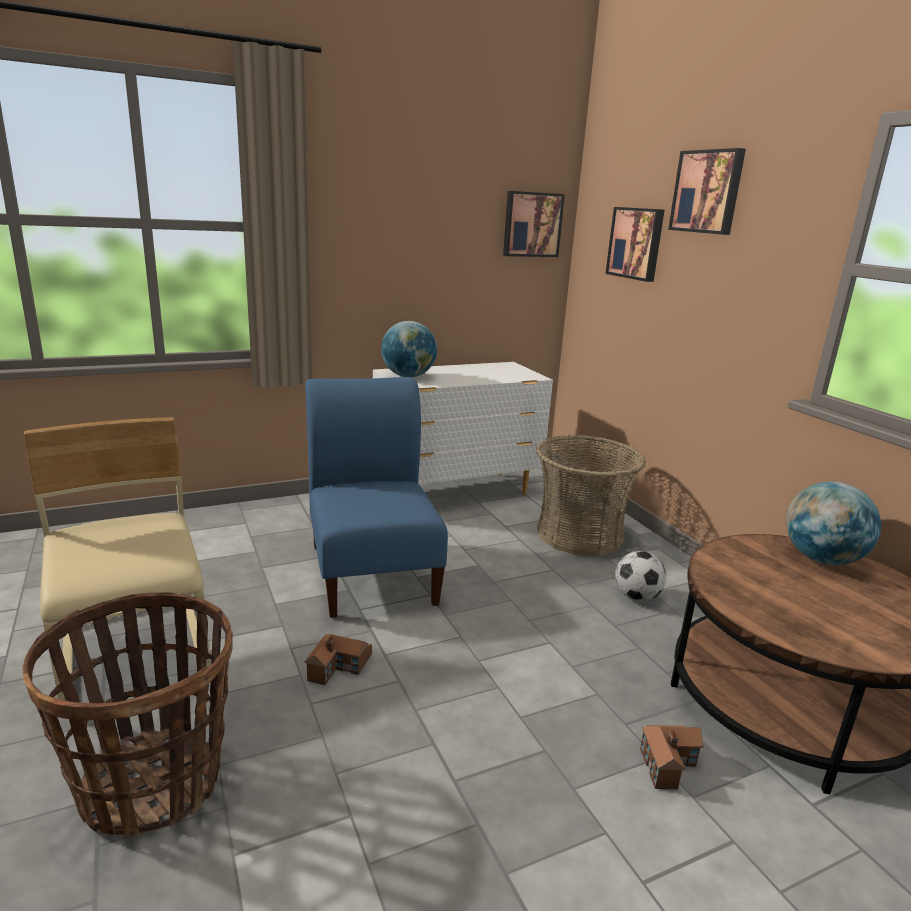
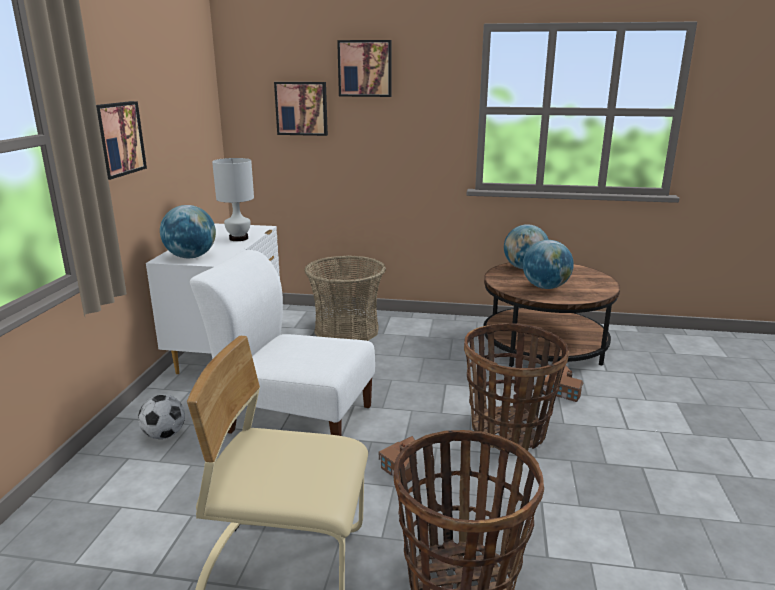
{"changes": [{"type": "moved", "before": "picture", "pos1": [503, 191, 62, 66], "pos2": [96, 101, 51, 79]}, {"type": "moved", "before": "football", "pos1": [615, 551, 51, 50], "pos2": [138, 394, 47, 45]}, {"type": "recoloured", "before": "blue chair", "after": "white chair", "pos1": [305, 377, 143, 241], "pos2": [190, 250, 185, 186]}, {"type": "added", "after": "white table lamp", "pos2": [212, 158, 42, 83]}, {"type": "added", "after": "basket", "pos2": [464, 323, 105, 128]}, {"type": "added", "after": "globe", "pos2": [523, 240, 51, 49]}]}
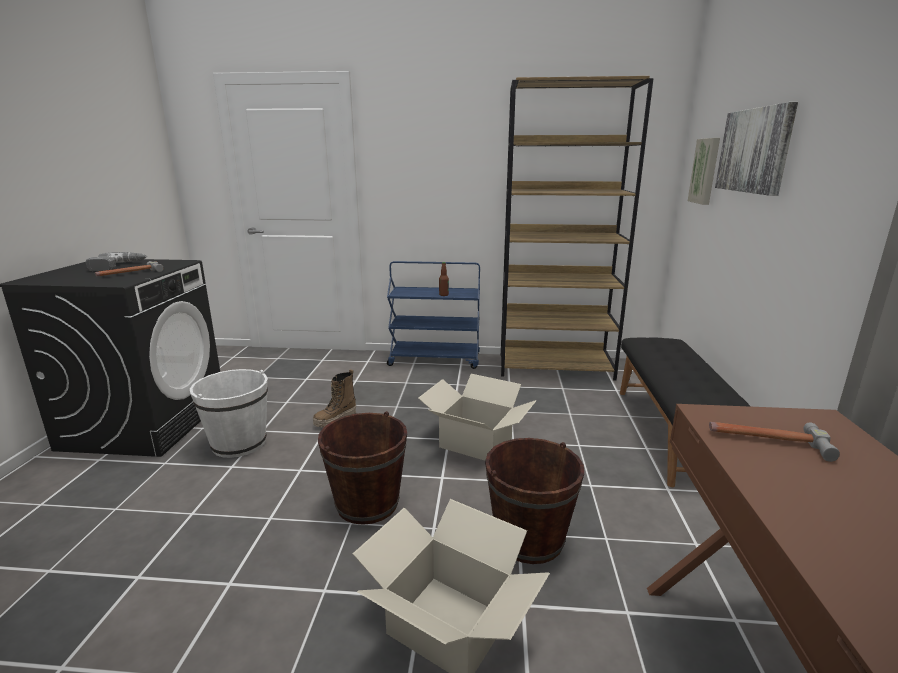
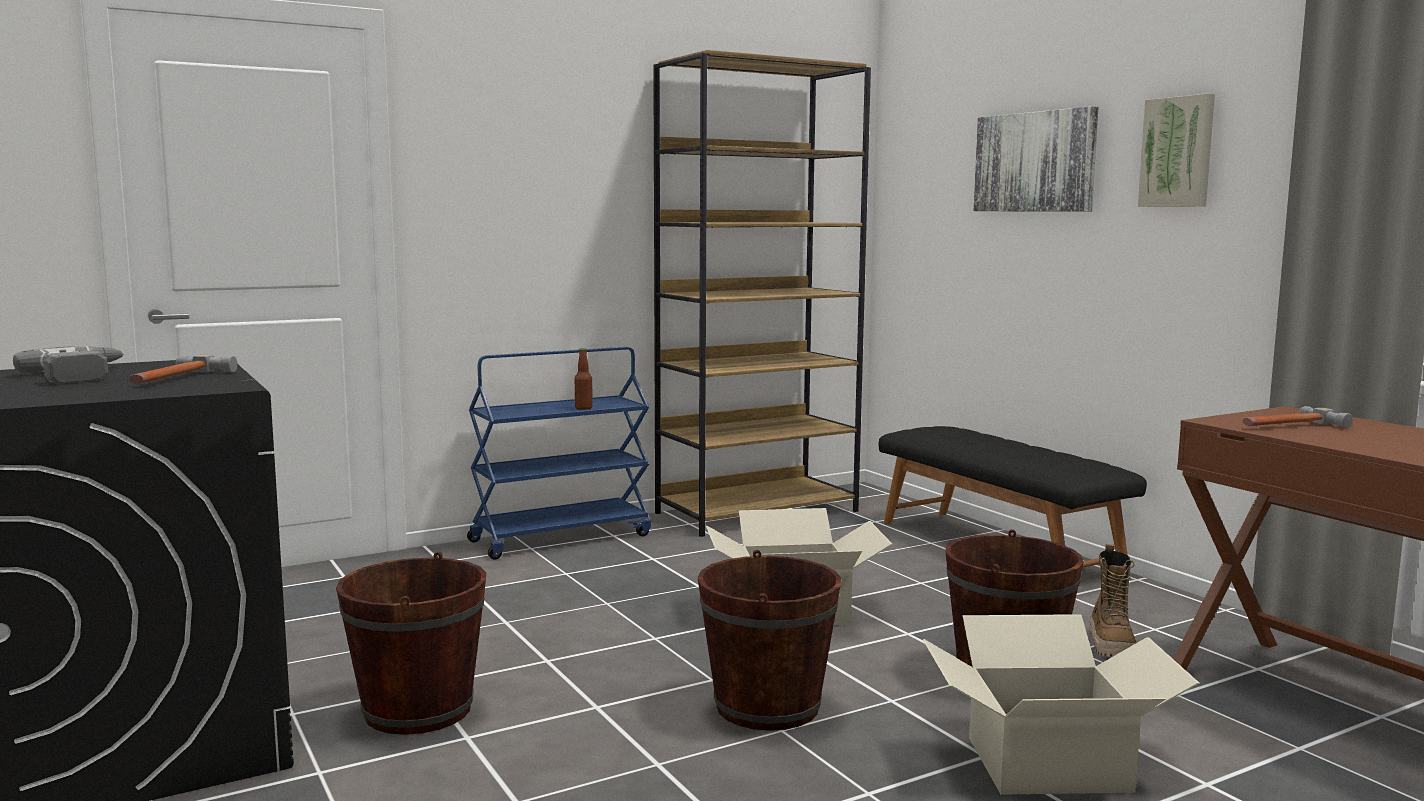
{"changes": [{"type": "recoloured", "before": "white bucket", "after": "brown bucket", "pos1": [190, 369, 78, 89], "pos2": [336, 552, 150, 183]}, {"type": "moved", "before": "boot", "pos1": [313, 369, 43, 59], "pos2": [1090, 544, 47, 113]}, {"type": "moved", "before": "picture", "pos1": [688, 138, 32, 67], "pos2": [1138, 93, 77, 114]}]}
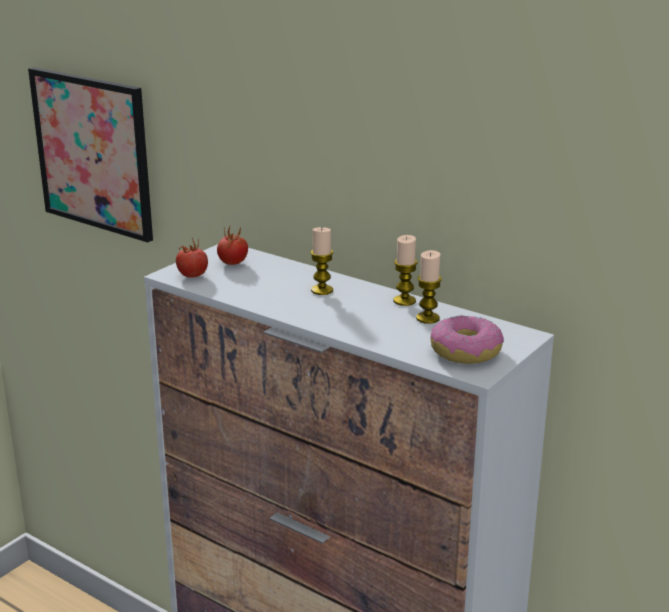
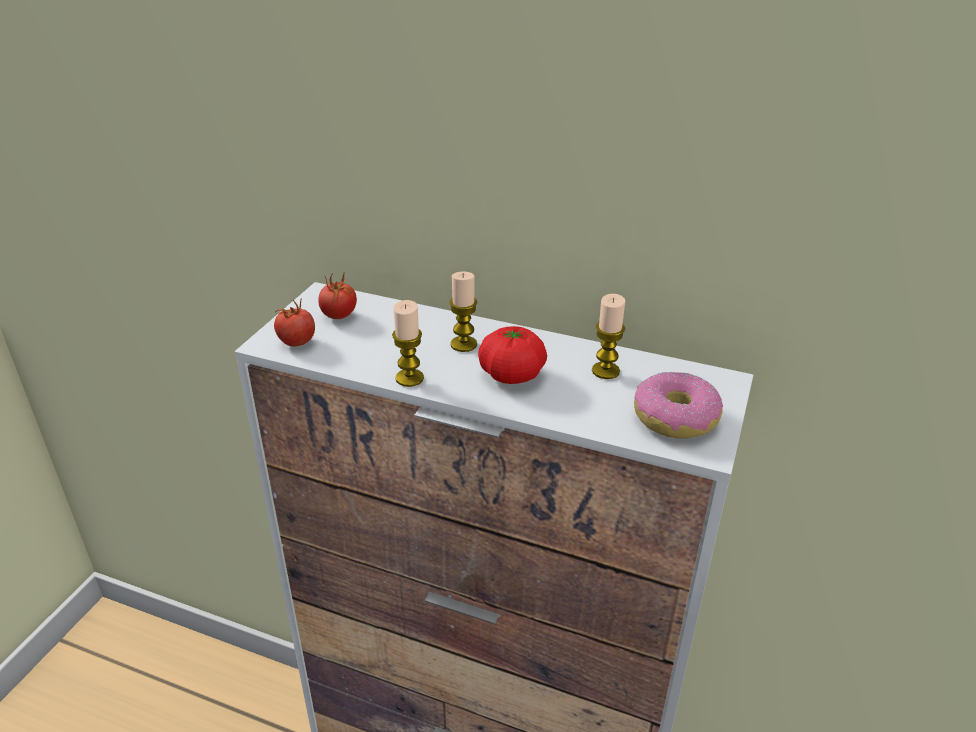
{"changes": [{"type": "moved", "before": "candle", "pos1": [393, 235, 24, 71], "pos2": [392, 300, 32, 87]}, {"type": "added", "after": "tomato", "pos2": [478, 326, 69, 58]}, {"type": "removed", "before": "picture", "pos1": [28, 67, 125, 175]}]}
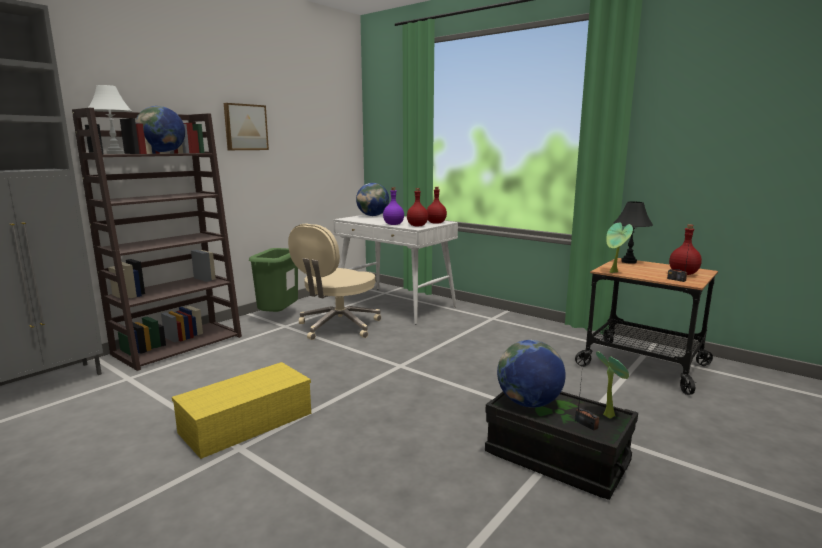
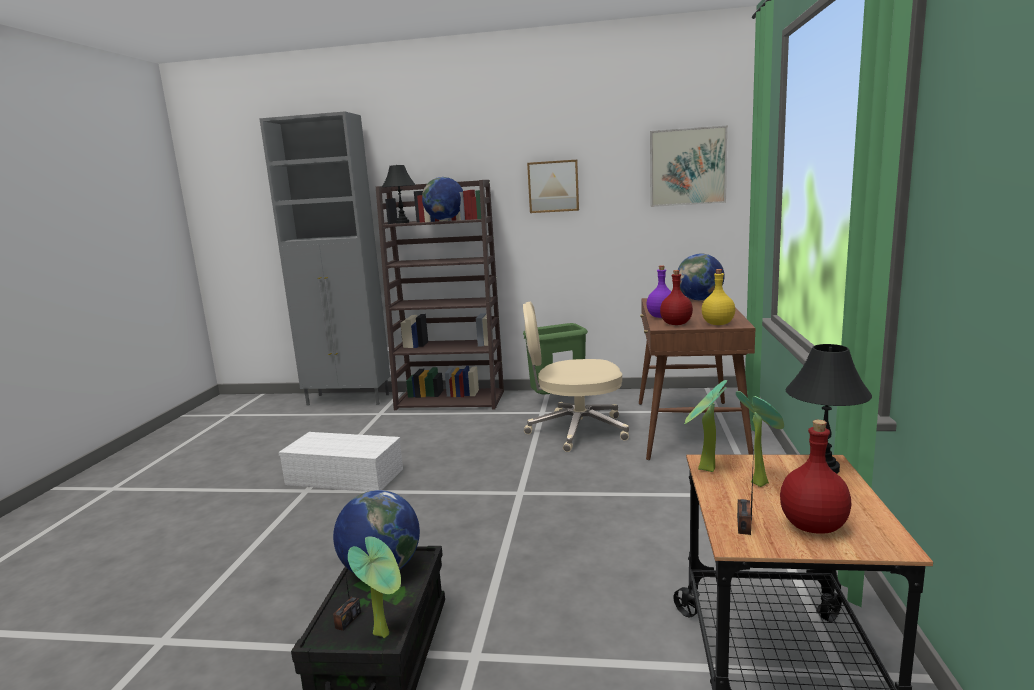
{"changes": [{"type": "recoloured", "before": "yellow storage box", "after": "white storage box", "pos1": [172, 362, 139, 97], "pos2": [278, 432, 125, 60]}, {"type": "recoloured", "before": "white table lamp", "after": "black table lamp", "pos1": [88, 85, 44, 69], "pos2": [382, 165, 34, 58]}, {"type": "recoloured", "before": "white desk", "after": "brown desk", "pos1": [333, 214, 125, 110], "pos2": [639, 297, 117, 163]}, {"type": "added", "after": "picture", "pos2": [650, 125, 78, 82]}, {"type": "recoloured", "before": "red bottle", "after": "yellow bottle", "pos1": [427, 187, 20, 37], "pos2": [702, 269, 33, 56]}, {"type": "added", "after": "potted plant", "pos2": [736, 391, 48, 96]}]}
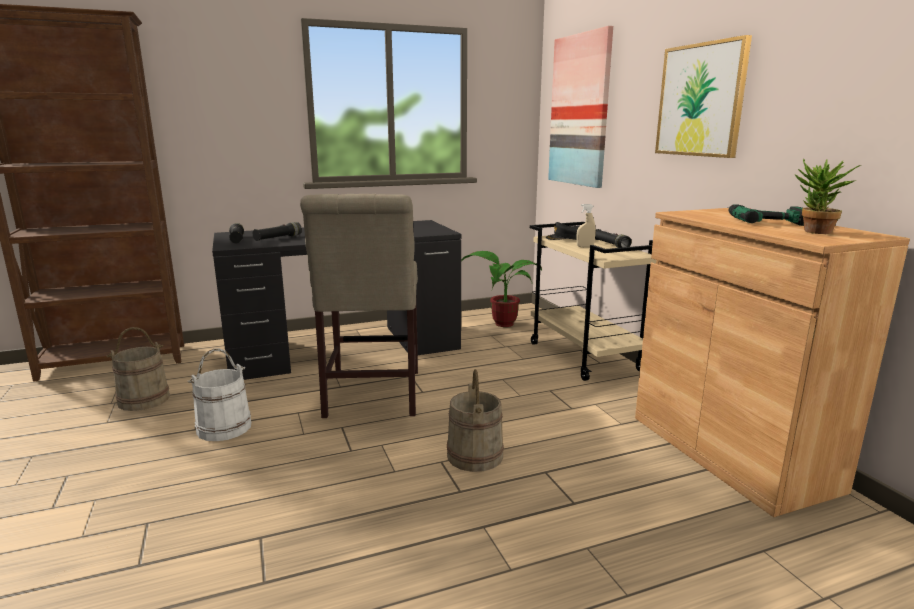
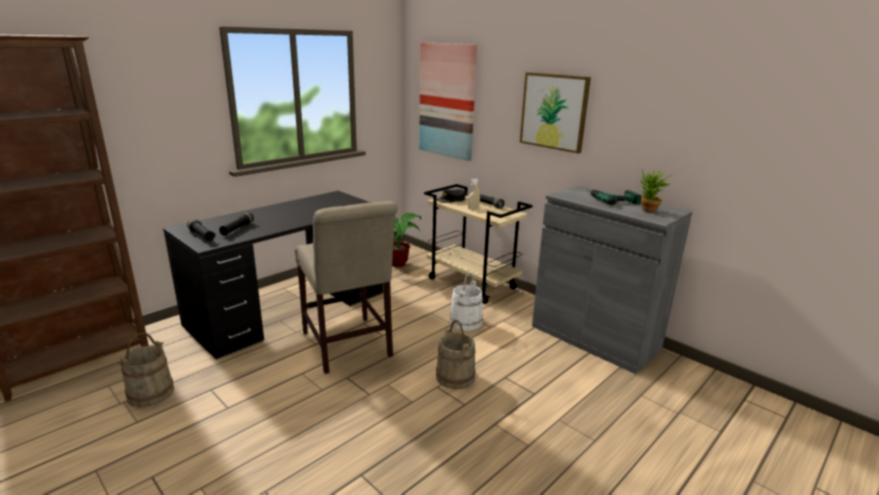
{"changes": [{"type": "moved", "before": "white bucket", "pos1": [188, 349, 63, 92], "pos2": [450, 273, 33, 58]}, {"type": "recoloured", "before": "brown cabinet", "after": "grey cabinet", "pos1": [635, 208, 275, 309], "pos2": [532, 185, 160, 189]}]}
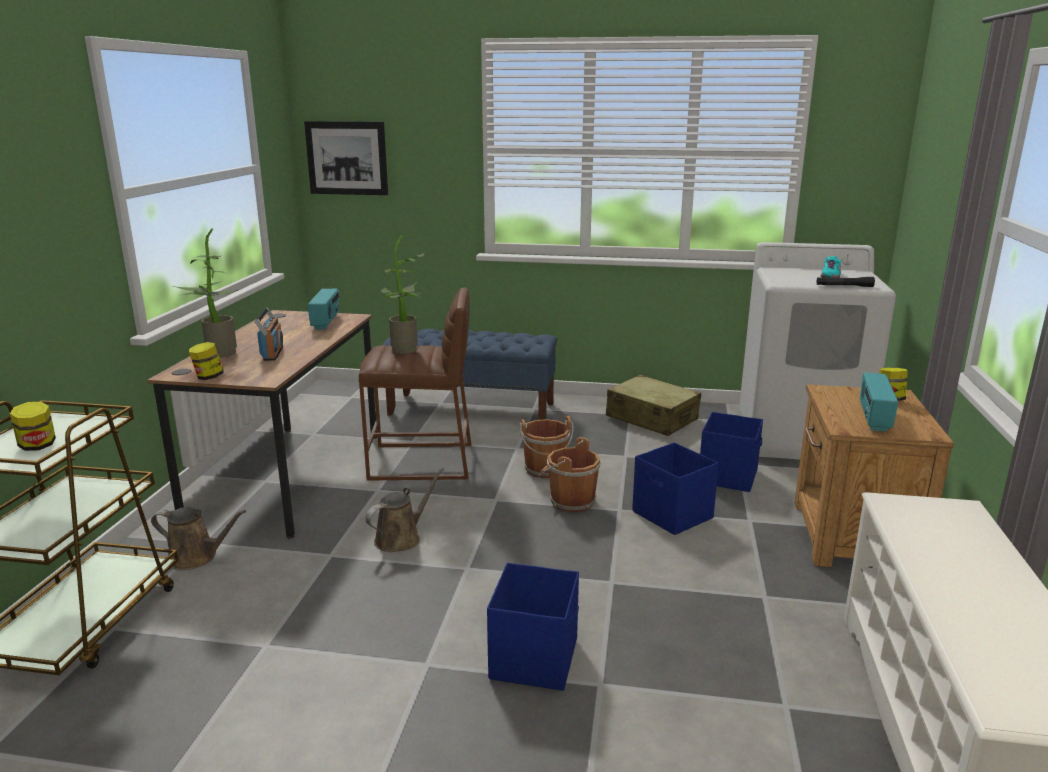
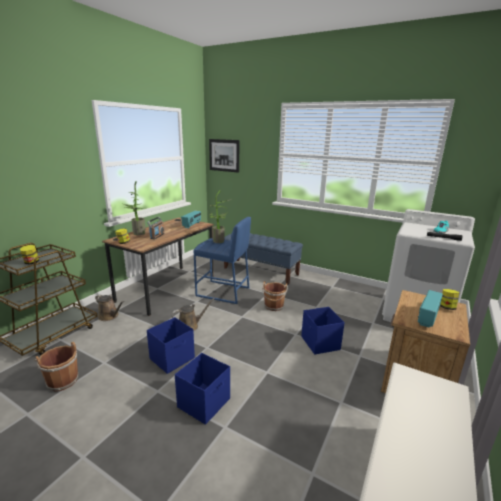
{"changes": [{"type": "moved", "before": "brown bucket", "pos1": [541, 437, 59, 75], "pos2": [34, 342, 44, 50]}, {"type": "moved", "before": "blue storage box", "pos1": [700, 412, 63, 80], "pos2": [147, 317, 48, 57]}, {"type": "recoloured", "before": "brown stool", "after": "blue stool", "pos1": [359, 288, 112, 192], "pos2": [193, 217, 58, 87]}, {"type": "removed", "before": "beige suitcase", "pos1": [606, 375, 95, 61]}]}
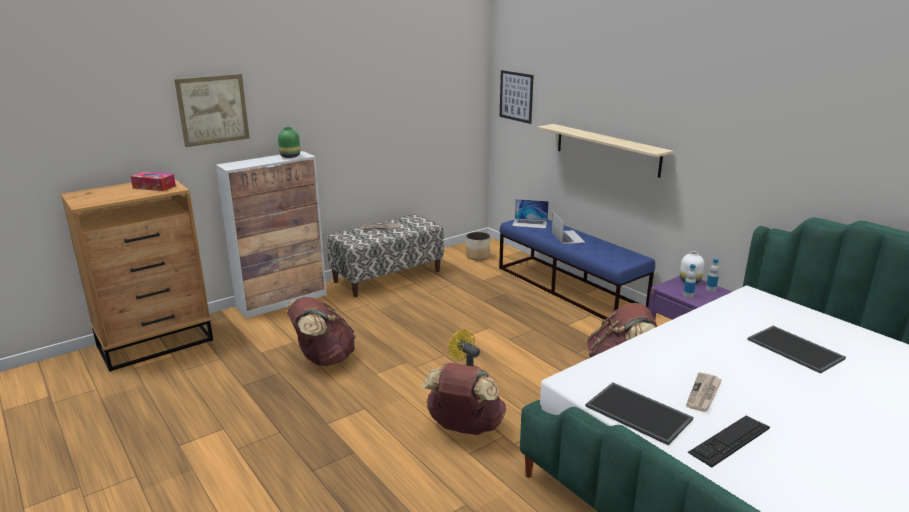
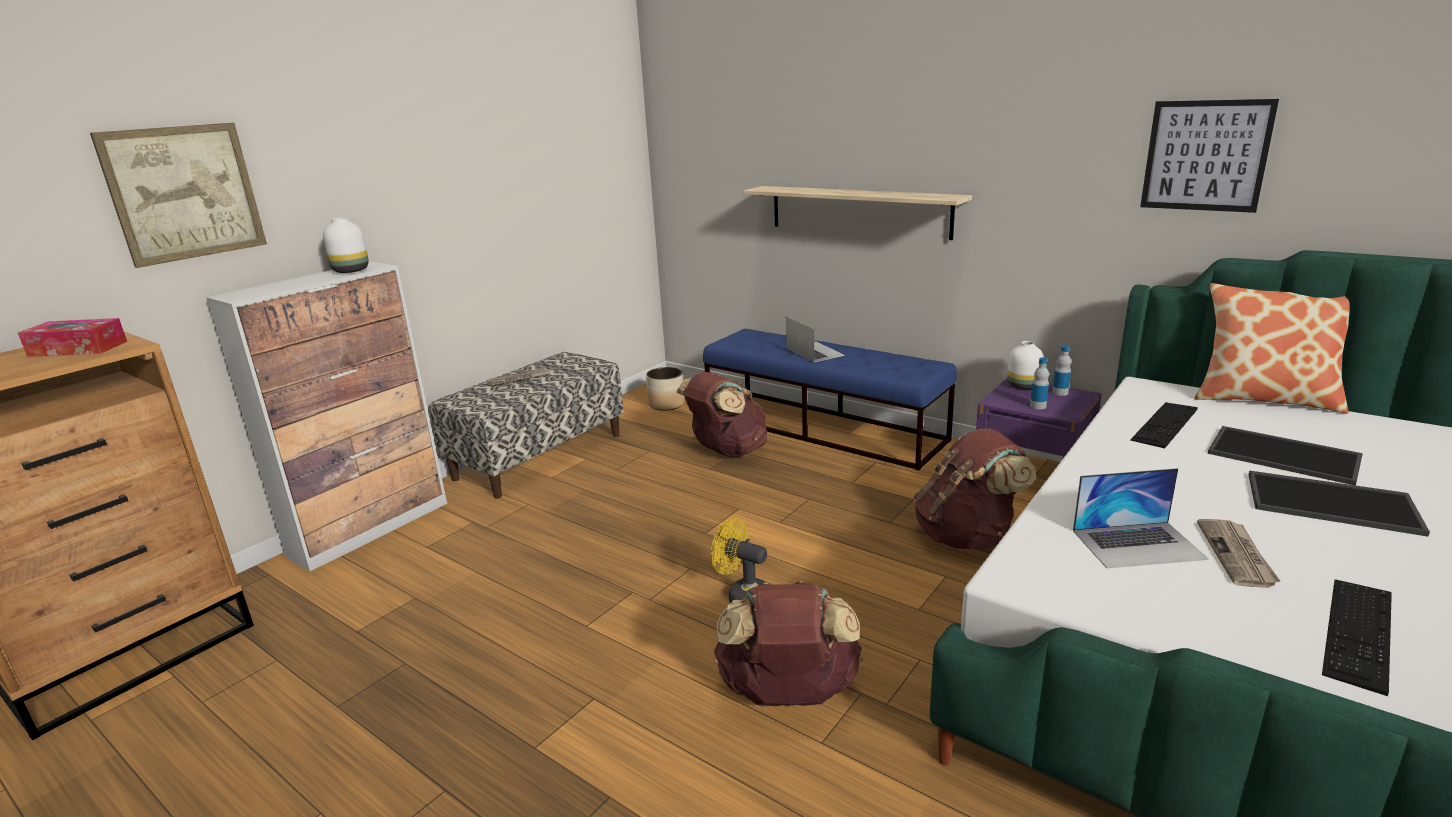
{"changes": [{"type": "recoloured", "before": "green vase", "after": "white vase", "pos1": [278, 127, 22, 31], "pos2": [323, 217, 46, 56]}, {"type": "moved", "before": "brown backpack", "pos1": [287, 297, 69, 69], "pos2": [676, 372, 91, 85]}, {"type": "moved", "before": "laptop", "pos1": [512, 199, 37, 30], "pos2": [1073, 468, 136, 100]}, {"type": "added", "after": "keyboard", "pos2": [1130, 402, 68, 46]}, {"type": "moved", "before": "picture", "pos1": [500, 70, 34, 54], "pos2": [1140, 99, 139, 114]}, {"type": "added", "after": "pillow", "pos2": [1195, 283, 155, 131]}, {"type": "moved", "before": "tray", "pos1": [585, 382, 108, 63], "pos2": [1248, 470, 182, 67]}]}
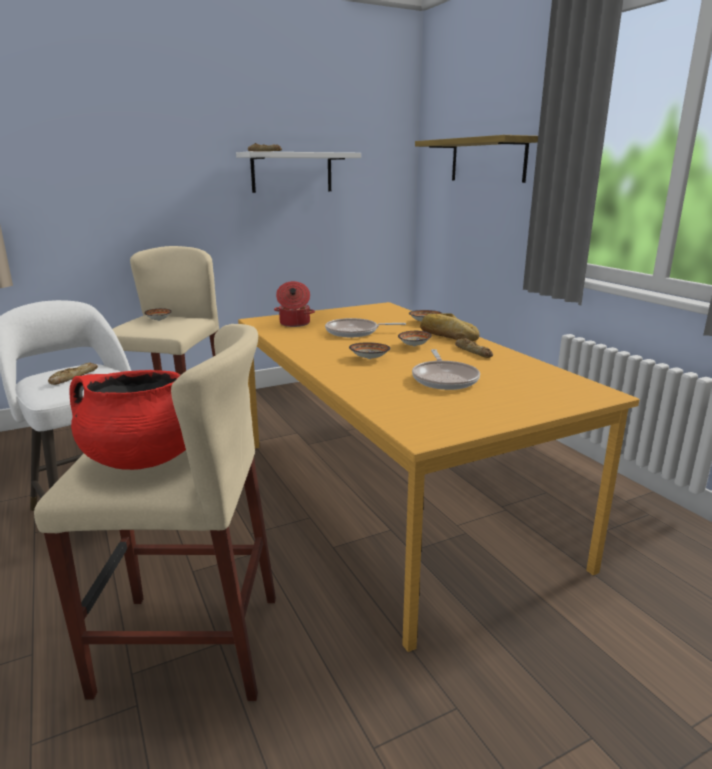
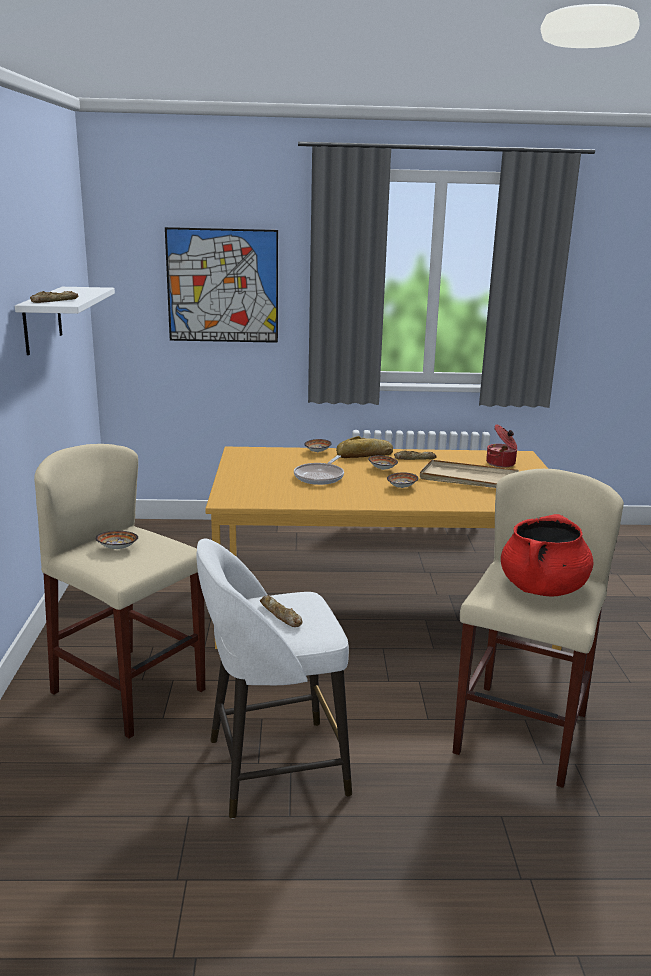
{"changes": [{"type": "replaced", "before": "shelf", "after": "picture", "pos1": [415, 135, 123, 48], "pos2": [165, 227, 113, 116]}, {"type": "replaced", "before": "frying pan", "after": "beige tray", "pos1": [412, 349, 68, 41], "pos2": [420, 460, 99, 28]}, {"type": "moved", "before": "cooking pot", "pos1": [274, 281, 41, 46], "pos2": [486, 424, 31, 44]}]}
